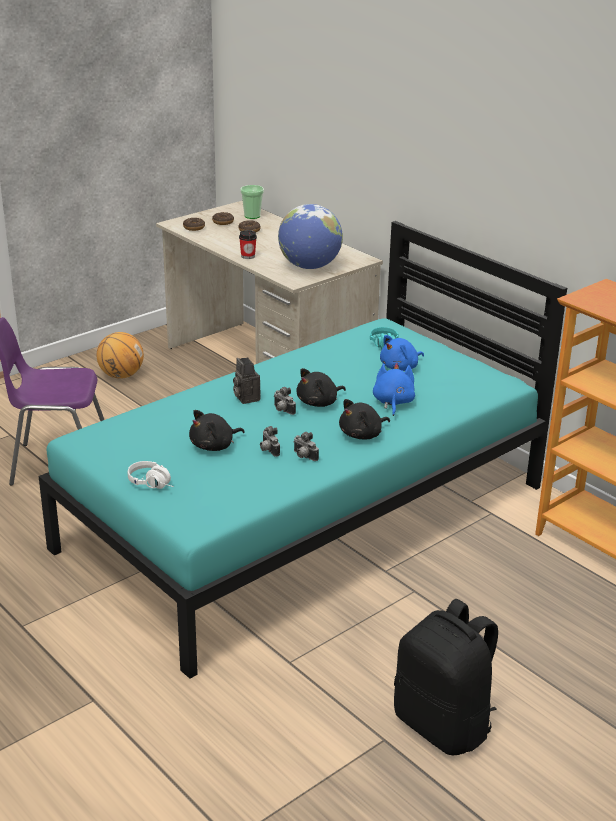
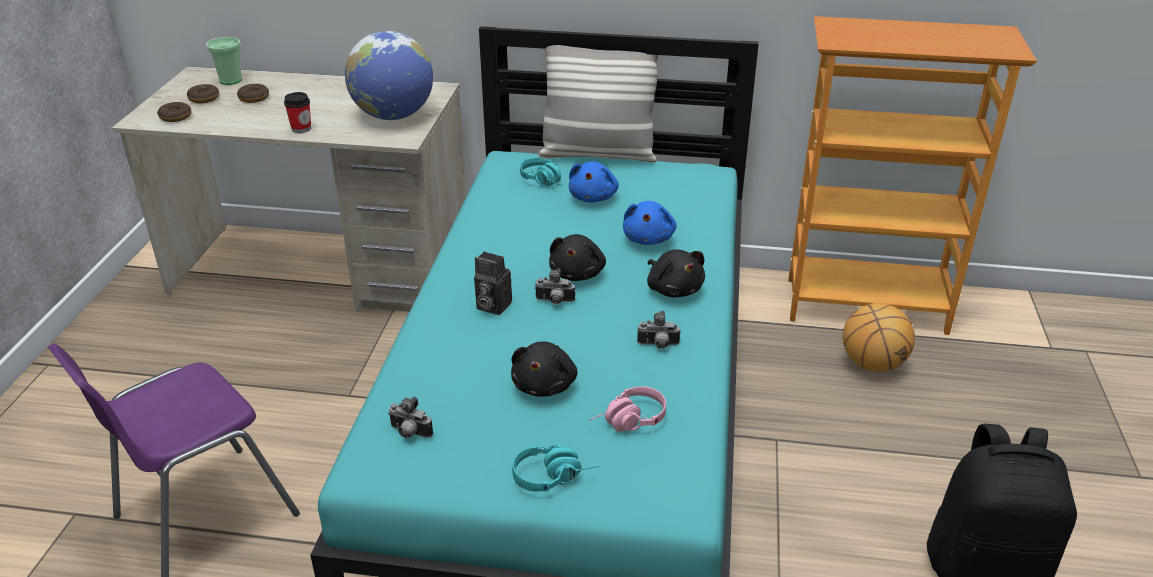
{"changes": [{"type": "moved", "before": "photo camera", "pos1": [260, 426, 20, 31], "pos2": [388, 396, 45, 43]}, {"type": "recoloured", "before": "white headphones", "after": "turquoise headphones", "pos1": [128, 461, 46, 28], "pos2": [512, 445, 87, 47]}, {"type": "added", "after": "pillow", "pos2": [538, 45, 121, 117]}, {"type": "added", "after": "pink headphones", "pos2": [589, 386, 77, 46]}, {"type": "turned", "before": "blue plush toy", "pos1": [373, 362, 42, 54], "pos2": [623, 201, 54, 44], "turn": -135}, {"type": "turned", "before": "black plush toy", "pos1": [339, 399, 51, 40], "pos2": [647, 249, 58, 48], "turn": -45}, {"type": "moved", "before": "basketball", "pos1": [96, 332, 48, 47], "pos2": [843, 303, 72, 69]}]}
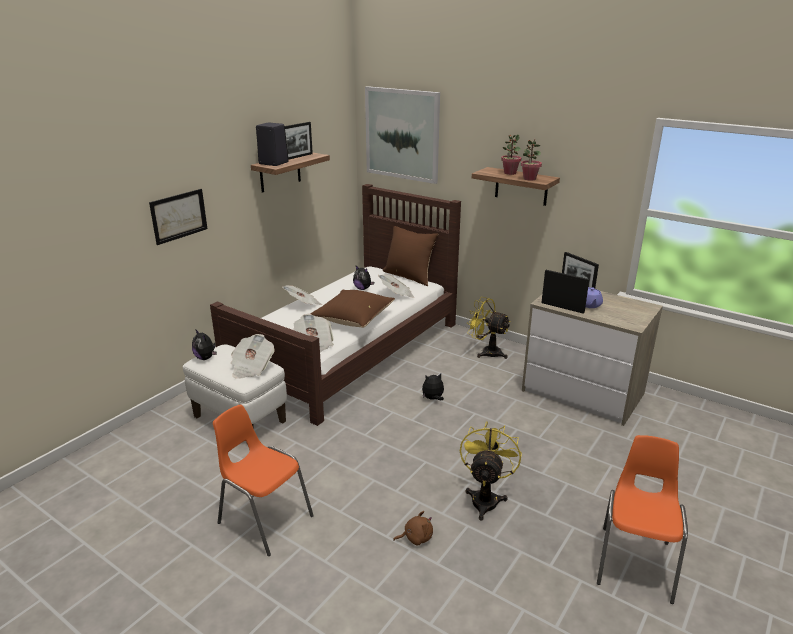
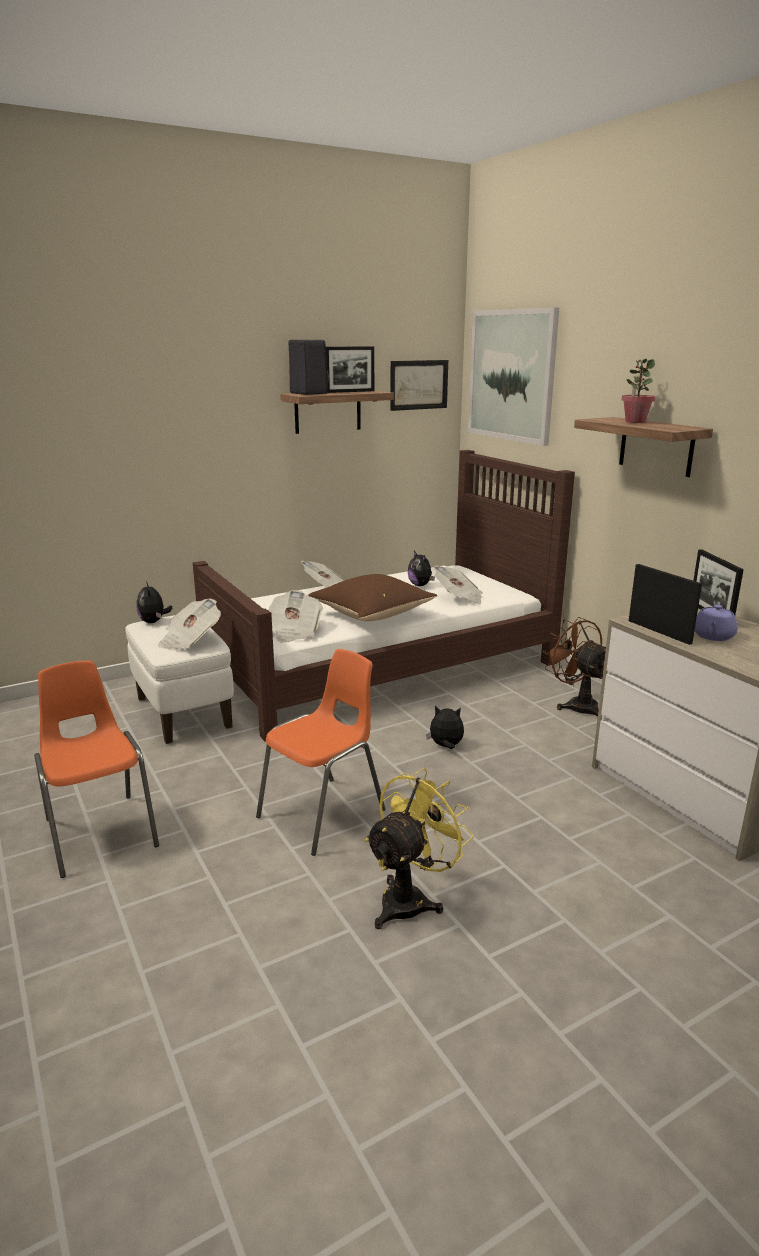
{"changes": [{"type": "moved", "before": "orange chair", "pos1": [597, 435, 91, 169], "pos2": [256, 649, 129, 207]}, {"type": "moved", "before": "picture", "pos1": [149, 189, 58, 56], "pos2": [390, 360, 58, 51]}, {"type": "recoloured", "before": "yellow fan", "after": "brown fan", "pos1": [467, 297, 44, 62], "pos2": [543, 617, 63, 99]}, {"type": "removed", "before": "brown pillow", "pos1": [383, 226, 55, 60]}, {"type": "removed", "before": "brown plush toy", "pos1": [393, 511, 40, 34]}, {"type": "removed", "before": "potted plant", "pos1": [521, 140, 21, 41]}]}
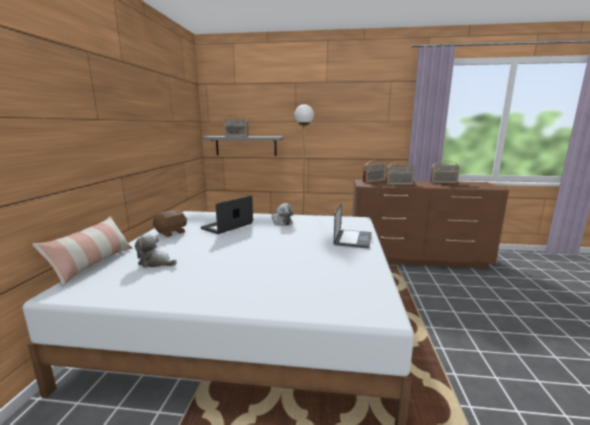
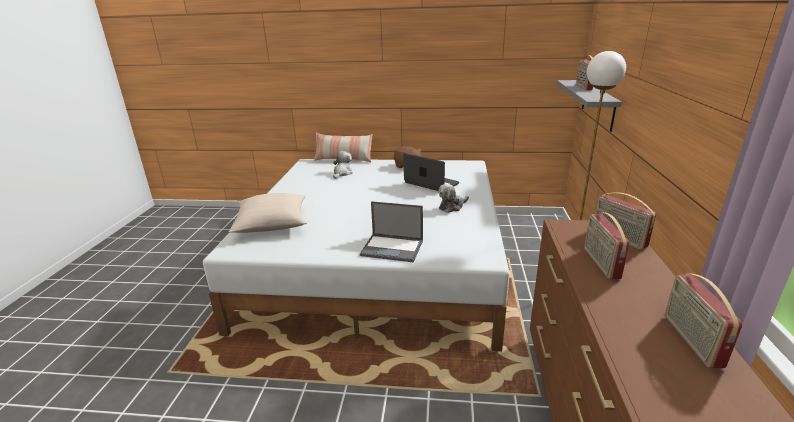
{"changes": [{"type": "added", "after": "beige pillow", "pos2": [229, 193, 78, 40]}]}
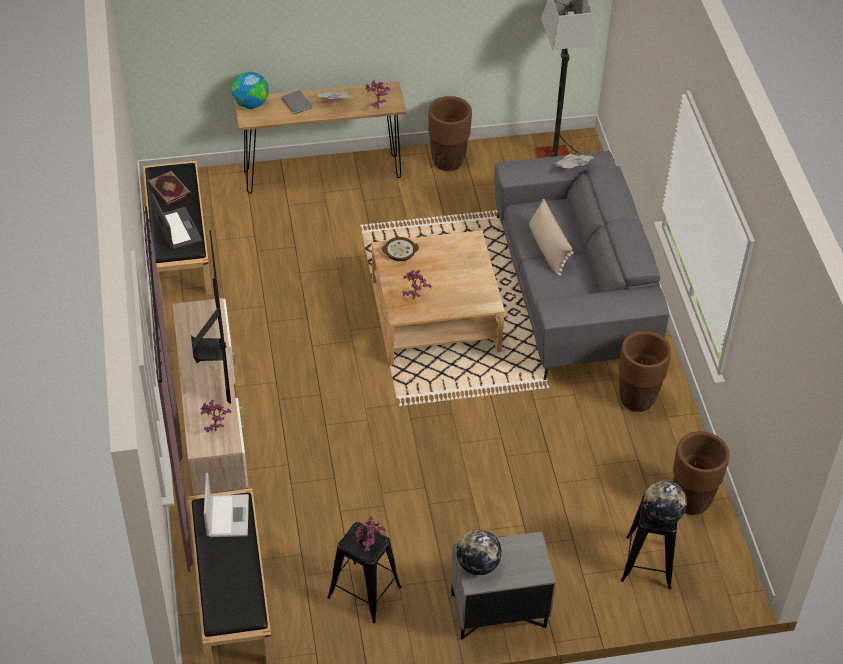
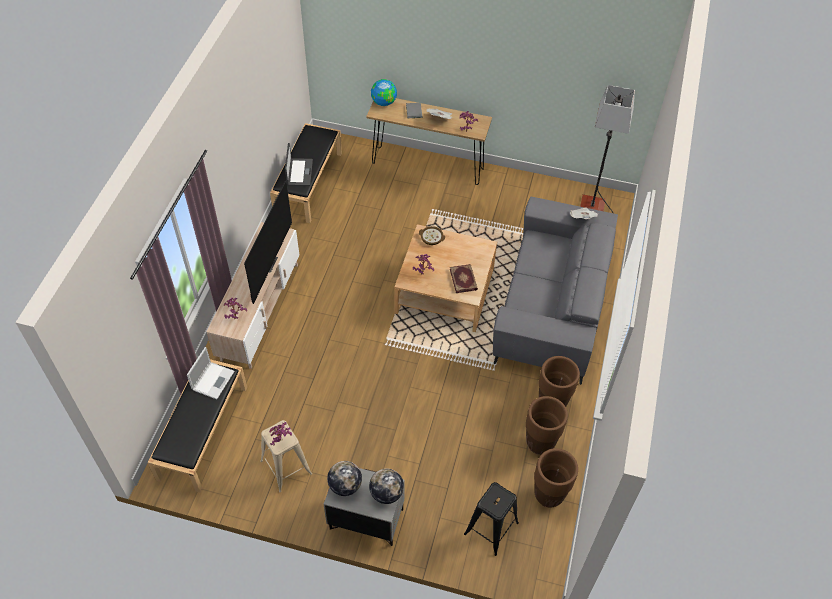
{"changes": [{"type": "recoloured", "before": "black stool", "after": "beige stool", "pos1": [327, 522, 74, 101], "pos2": [260, 420, 52, 72]}, {"type": "moved", "before": "globe", "pos1": [643, 480, 44, 45], "pos2": [369, 469, 35, 35]}, {"type": "moved", "before": "book", "pos1": [148, 171, 44, 36], "pos2": [450, 264, 28, 29]}, {"type": "moved", "before": "brown planter", "pos1": [428, 96, 44, 75], "pos2": [526, 396, 42, 59]}, {"type": "removed", "before": "beige pillow", "pos1": [529, 199, 45, 77]}]}
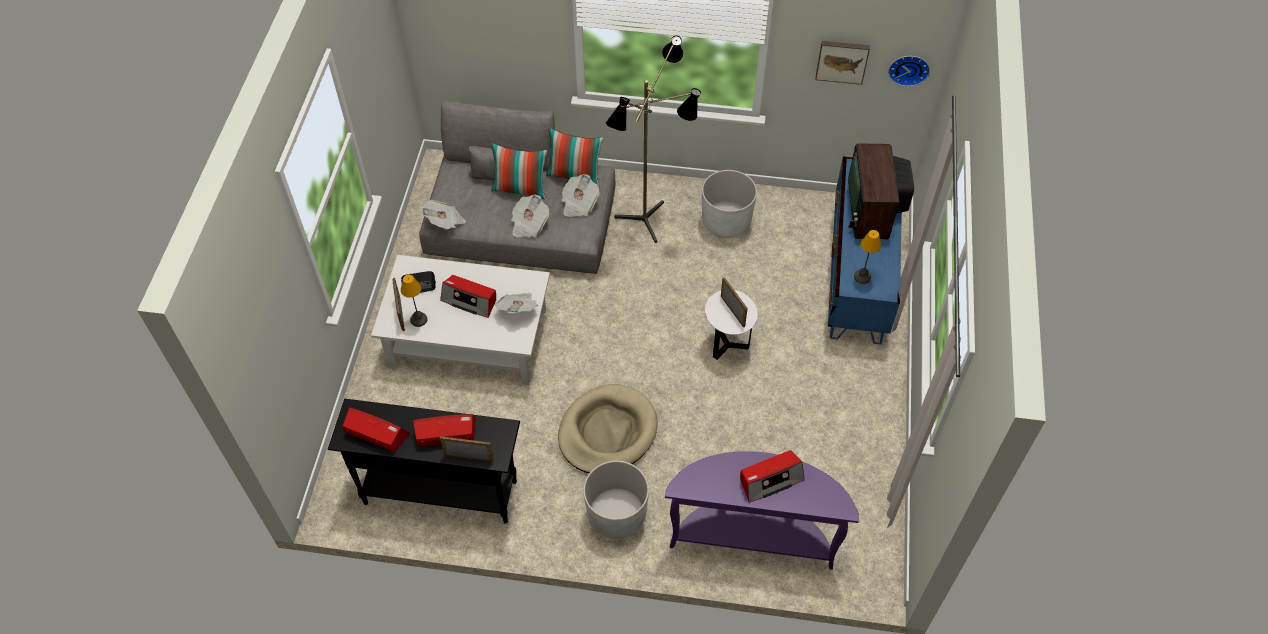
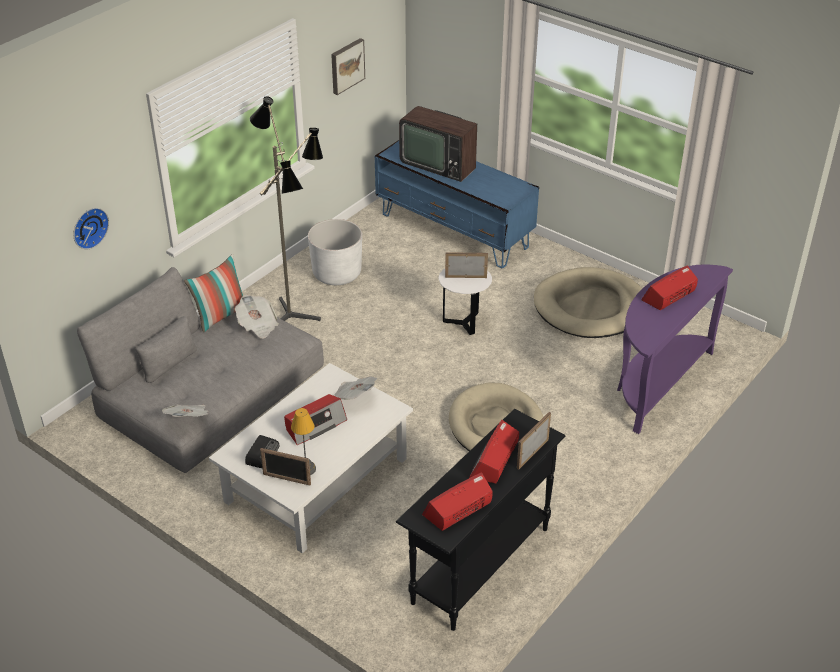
{"changes": [{"type": "moved", "before": "wall clock", "pos1": [888, 56, 42, 31], "pos2": [73, 208, 36, 41]}, {"type": "added", "after": "beige dog bed", "pos2": [534, 267, 108, 71]}, {"type": "turned", "before": "radio", "pos1": [740, 450, 65, 53], "pos2": [641, 266, 57, 44], "turn": -135}, {"type": "removed", "before": "pillow", "pos1": [491, 143, 56, 57]}, {"type": "removed", "before": "newspaper", "pos1": [511, 195, 38, 43]}, {"type": "removed", "before": "white planter", "pos1": [583, 460, 66, 79]}, {"type": "removed", "before": "table lamp", "pos1": [854, 230, 27, 54]}]}
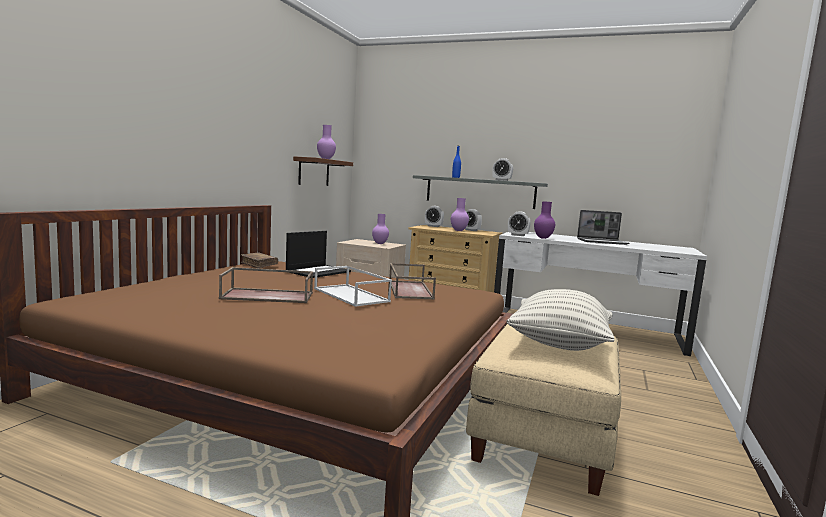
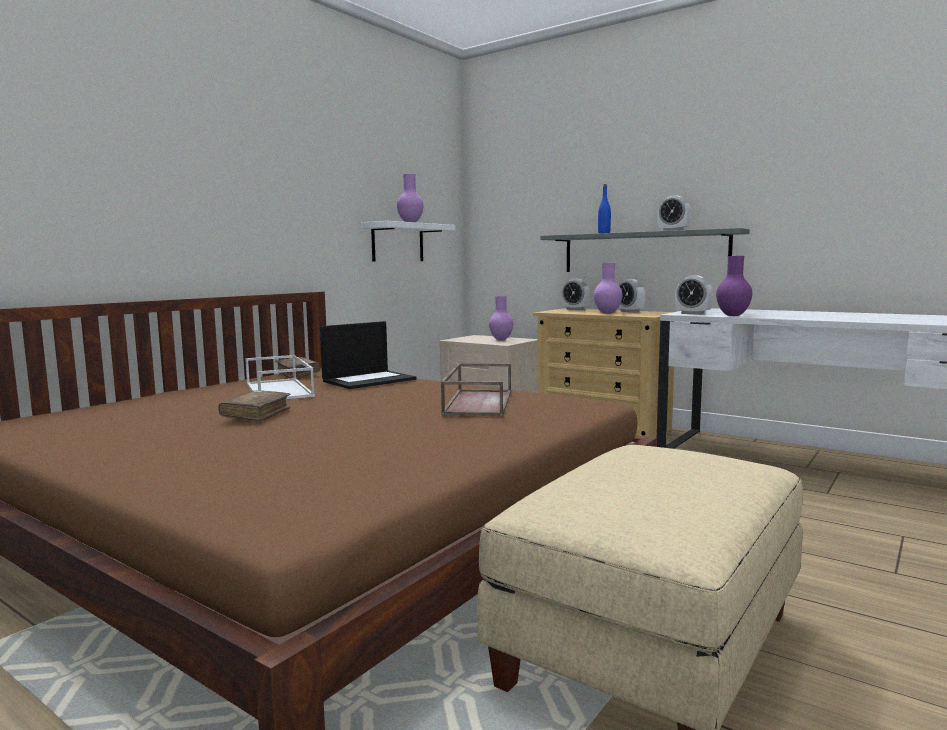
{"changes": [{"type": "replaced", "before": "brown tray", "after": "brown book", "pos1": [219, 267, 94, 36], "pos2": [218, 390, 73, 32]}, {"type": "moved", "before": "white tray", "pos1": [314, 266, 78, 41], "pos2": [245, 355, 70, 44]}, {"type": "recoloured", "before": "brown shelf", "after": "white shelf", "pos1": [293, 156, 60, 30], "pos2": [361, 221, 94, 41]}, {"type": "removed", "before": "pillow", "pos1": [507, 289, 107, 62]}, {"type": "removed", "before": "laptop", "pos1": [577, 210, 52, 35]}]}
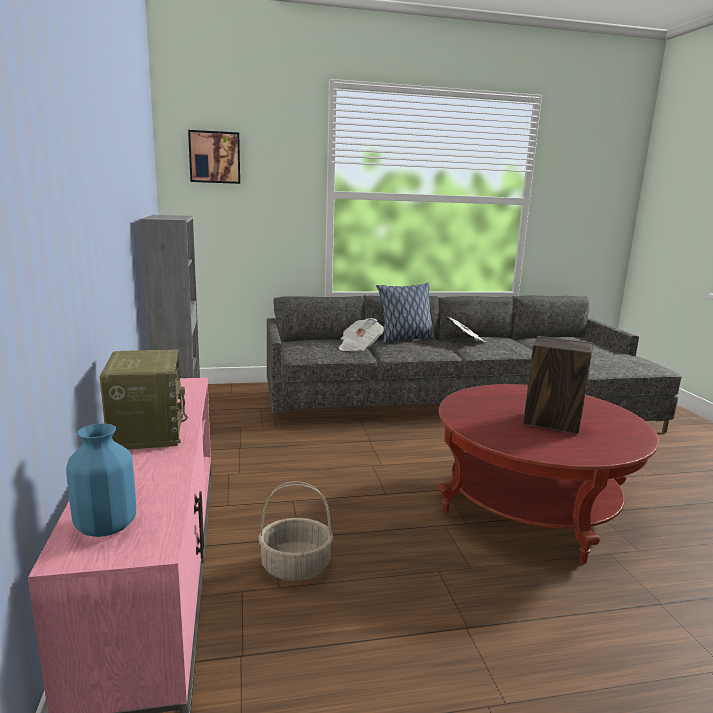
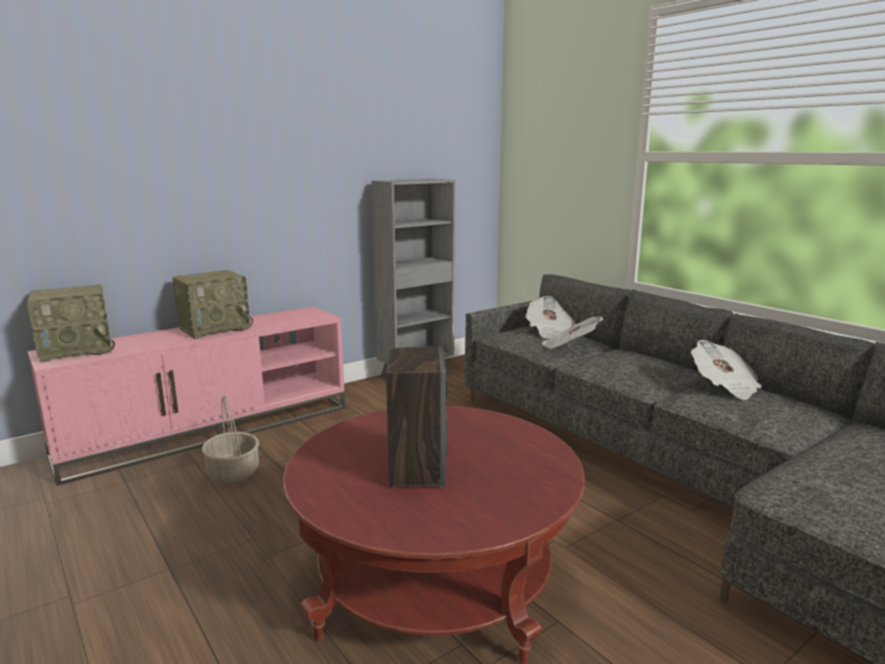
{"changes": [{"type": "replaced", "before": "blue vase", "after": "radio", "pos1": [66, 423, 70, 114], "pos2": [27, 284, 88, 79]}, {"type": "added", "after": "newspaper", "pos2": [525, 296, 50, 43]}, {"type": "removed", "before": "picture", "pos1": [188, 130, 52, 54]}, {"type": "removed", "before": "pillow", "pos1": [376, 283, 59, 60]}]}
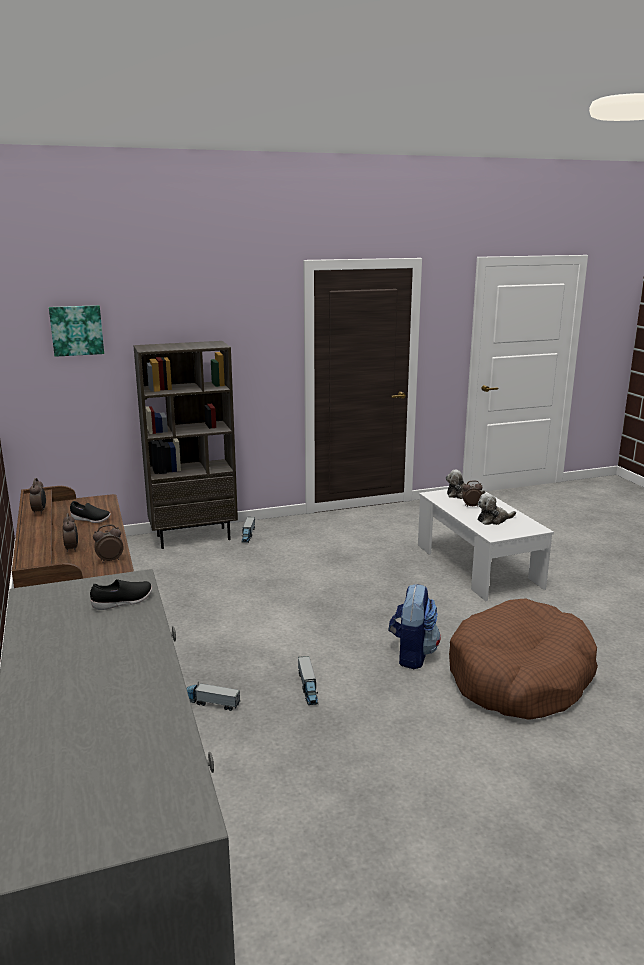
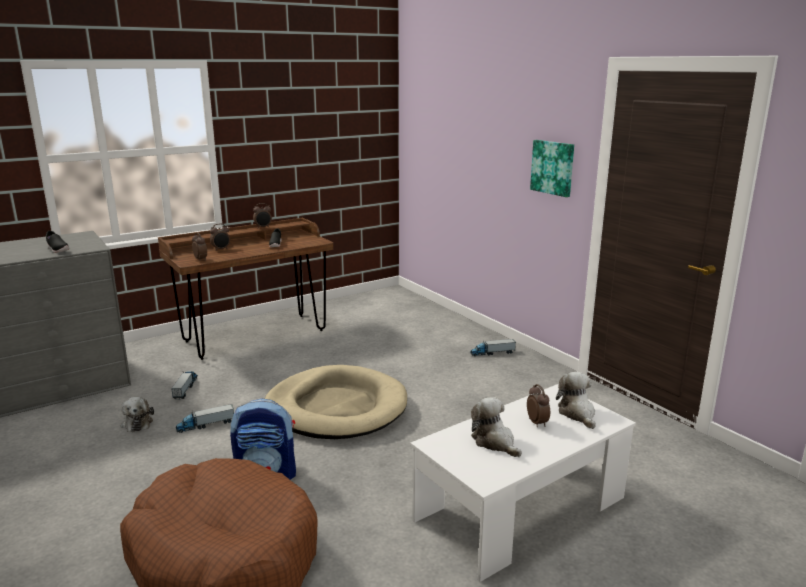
{"changes": [{"type": "added", "after": "plush toy", "pos2": [121, 397, 33, 35]}, {"type": "added", "after": "beige dog bed", "pos2": [265, 365, 142, 74]}, {"type": "moved", "before": "picture", "pos1": [49, 305, 55, 52], "pos2": [530, 140, 44, 57]}, {"type": "removed", "before": "brown bookcase", "pos1": [133, 341, 105, 208]}]}
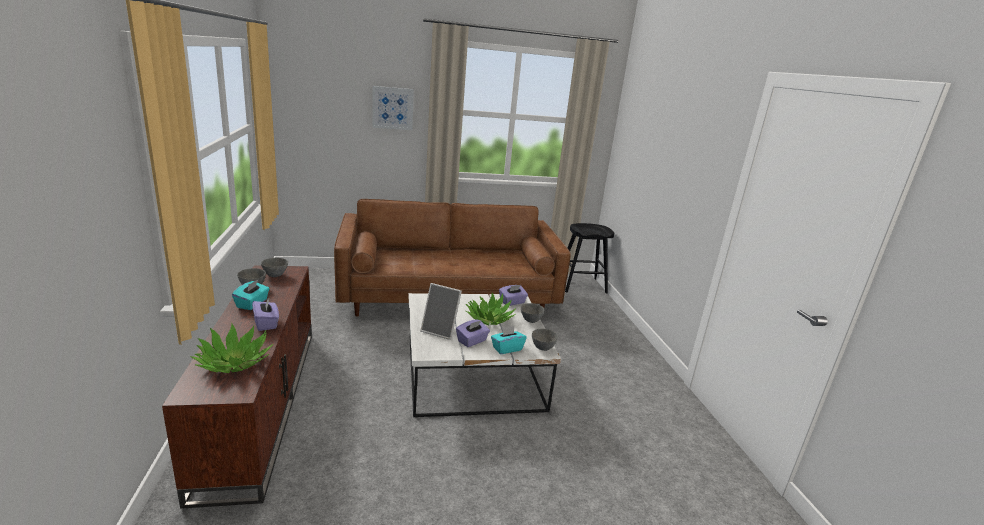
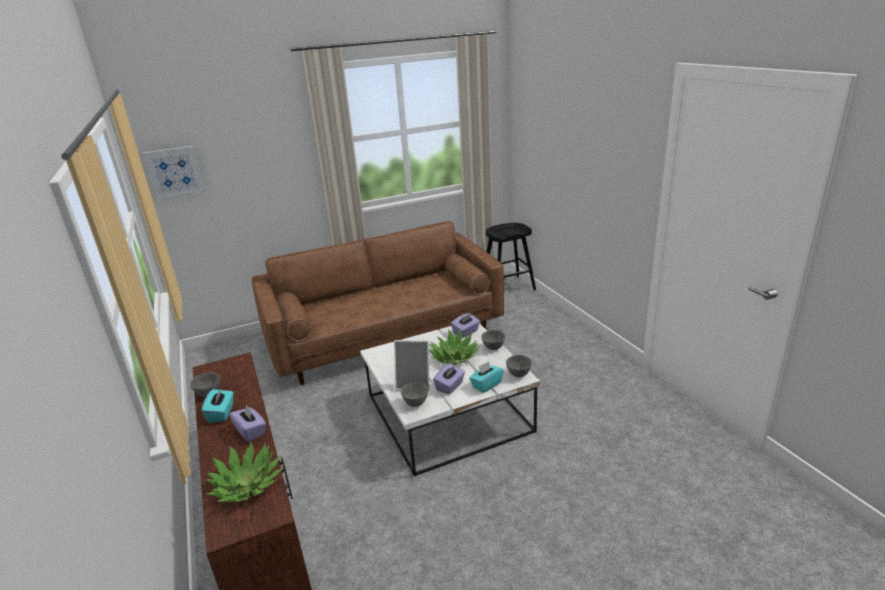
{"changes": [{"type": "moved", "before": "picture", "pos1": [372, 86, 42, 44], "pos2": [143, 146, 62, 54]}, {"type": "moved", "before": "grey bowl", "pos1": [261, 258, 27, 19], "pos2": [401, 382, 27, 25]}]}
